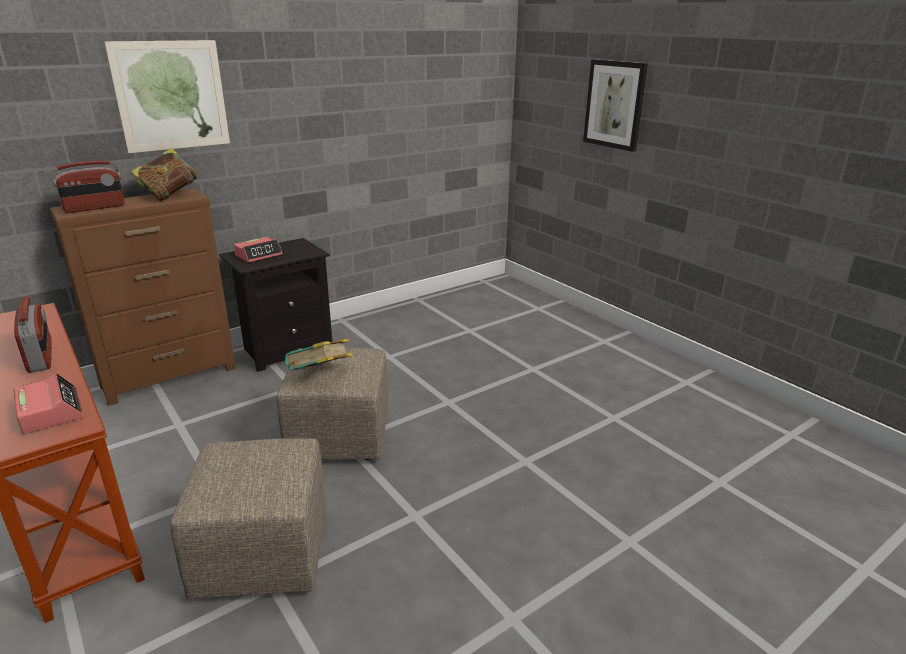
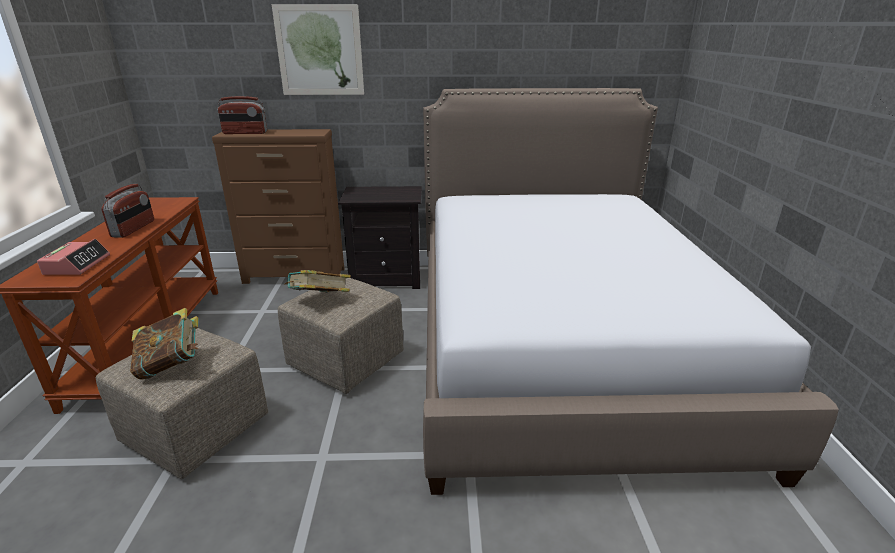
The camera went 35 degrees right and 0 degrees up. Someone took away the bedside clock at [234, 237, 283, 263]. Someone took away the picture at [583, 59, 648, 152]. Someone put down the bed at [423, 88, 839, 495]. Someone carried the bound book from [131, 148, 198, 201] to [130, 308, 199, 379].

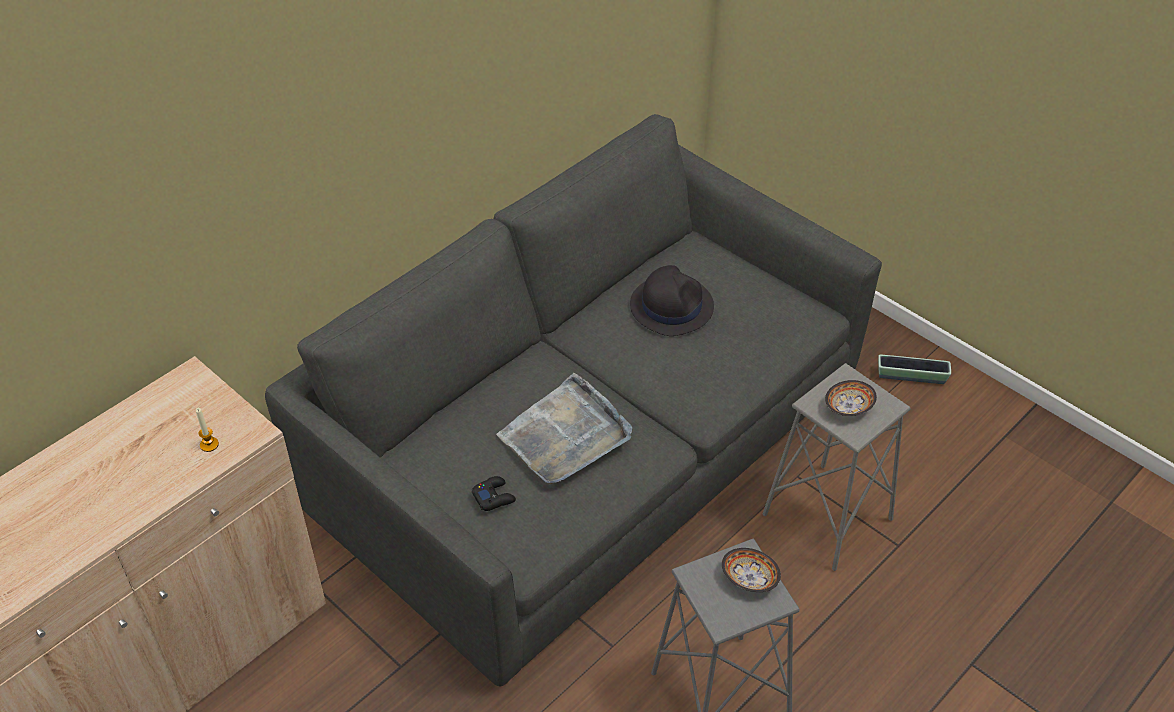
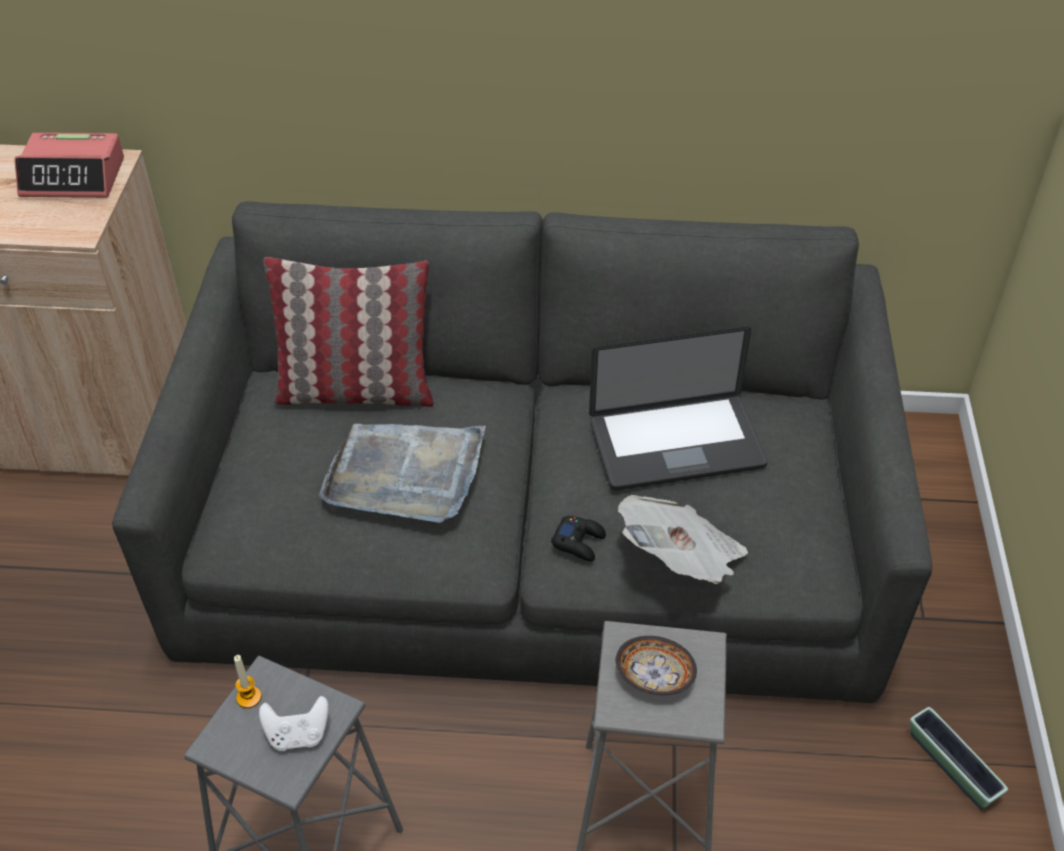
The camera went 50 degrees right and 0 degrees up. Someone put down the bedside clock at [14, 133, 124, 198]. Someone put down the throw pillow at [263, 257, 434, 407]. Someone put down the newspaper at [618, 495, 748, 584]. Someone carried the candle from [196, 408, 219, 452] to [234, 655, 262, 708]. Someone carried the gamepad in black-coloured from [472, 476, 516, 511] to [551, 516, 606, 561]. Someone swapped the wearable hat in black-coloured at [630, 265, 714, 336] for the notebook computer at [589, 327, 768, 490]. Someone swapped the deep dish at [722, 548, 781, 592] for the gamepad in whitish at [259, 696, 329, 751].

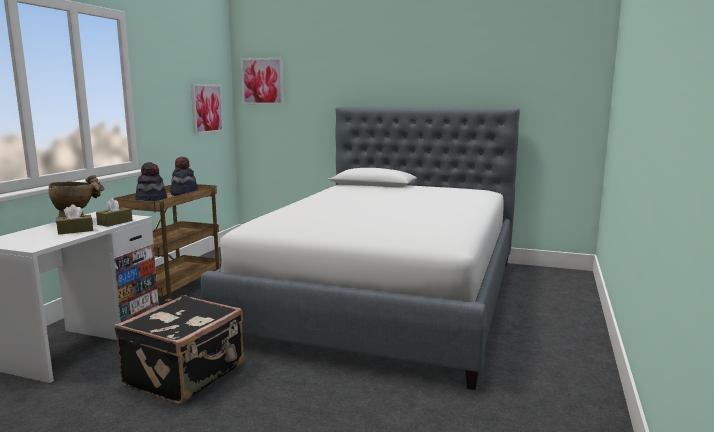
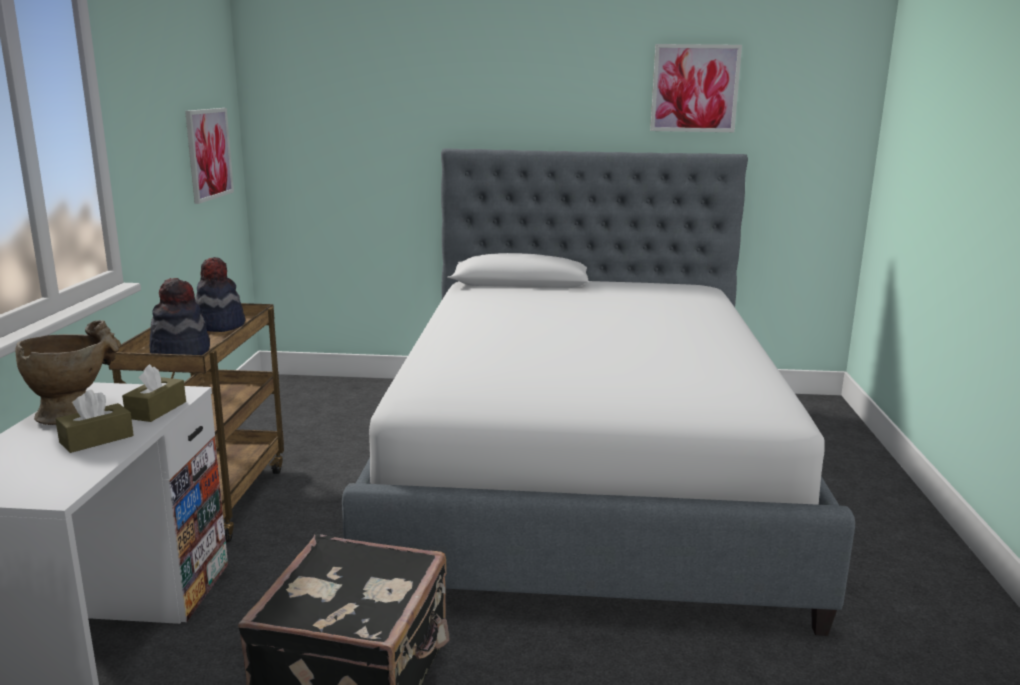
The camera went 15 degrees left and 5 degrees up. Someone carried the picture from [241, 58, 284, 105] to [650, 44, 742, 132].

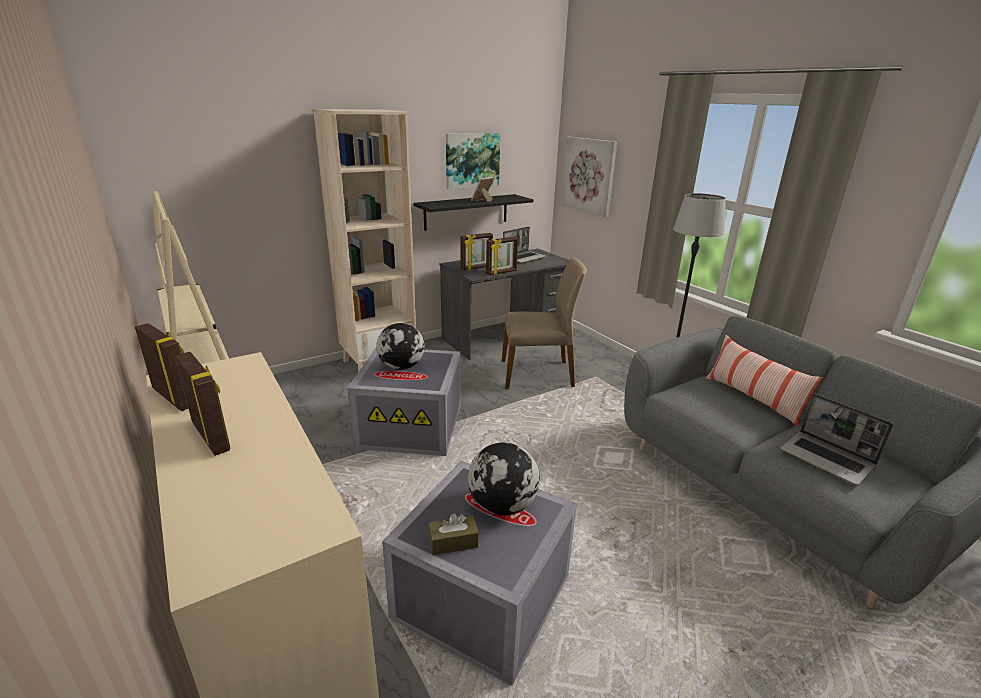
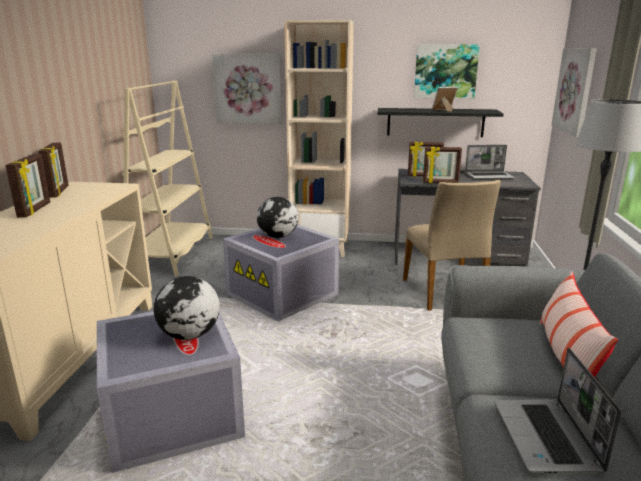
The camera went 40 degrees right and 5 degrees down. Someone took away the box of tissues in brownish at [428, 513, 479, 555]. Someone put up the picture at [212, 54, 282, 125]. Someone rotated the chair in sand-coloured at [502, 257, 587, 389] by 45 degrees clockwise.

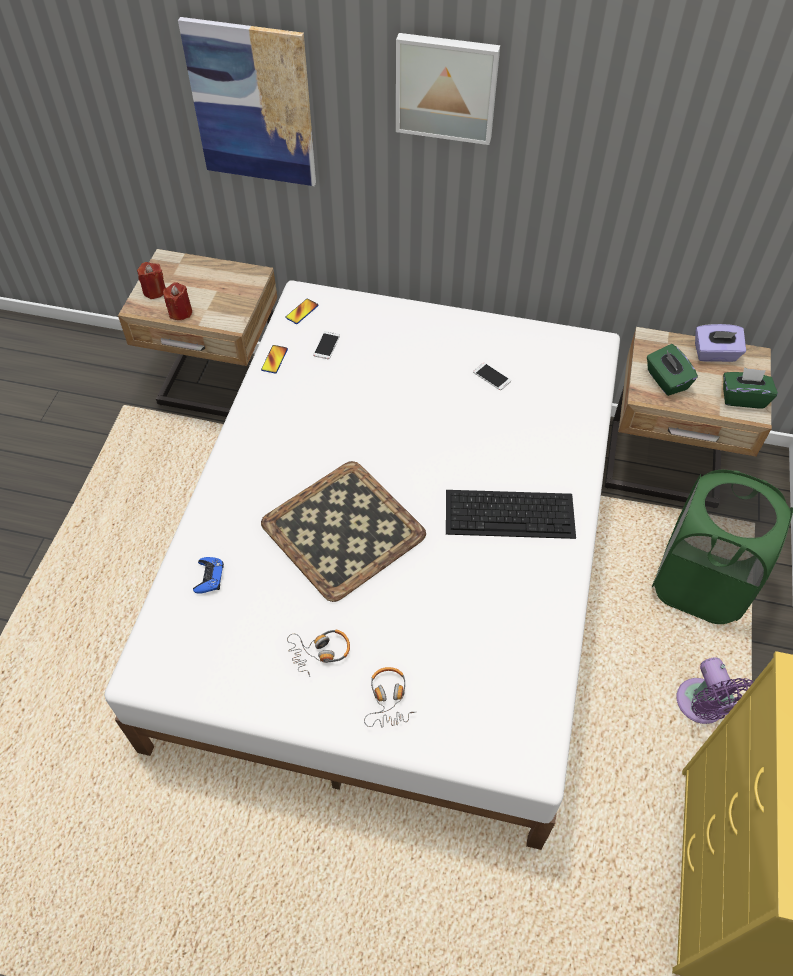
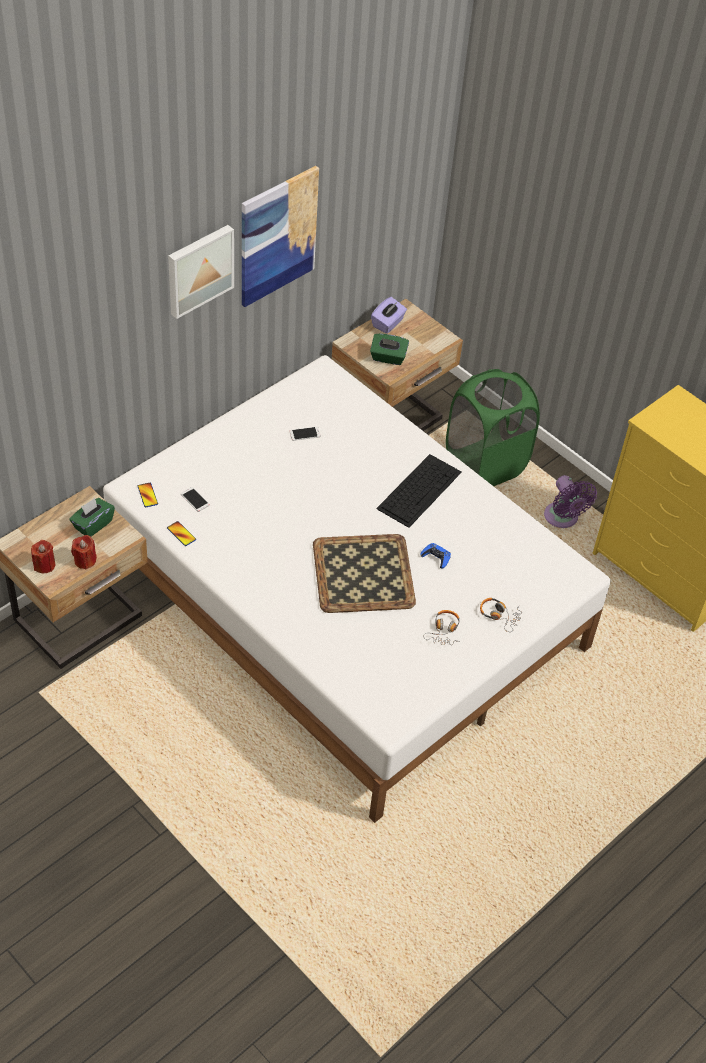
The camera went 60 degrees left and 5 degrees down. Someone carried the picture from [178, 17, 316, 186] to [242, 166, 319, 307]. Someone carried the gamepad in blue from [193, 557, 224, 594] to [420, 543, 451, 569]. Someone carried the box of tissues in green-coloured from [723, 367, 778, 408] to [69, 498, 115, 537]. Someone rotated the cooling fan in purple-coloured at [677, 657, 754, 724] by 45 degrees clockwise.

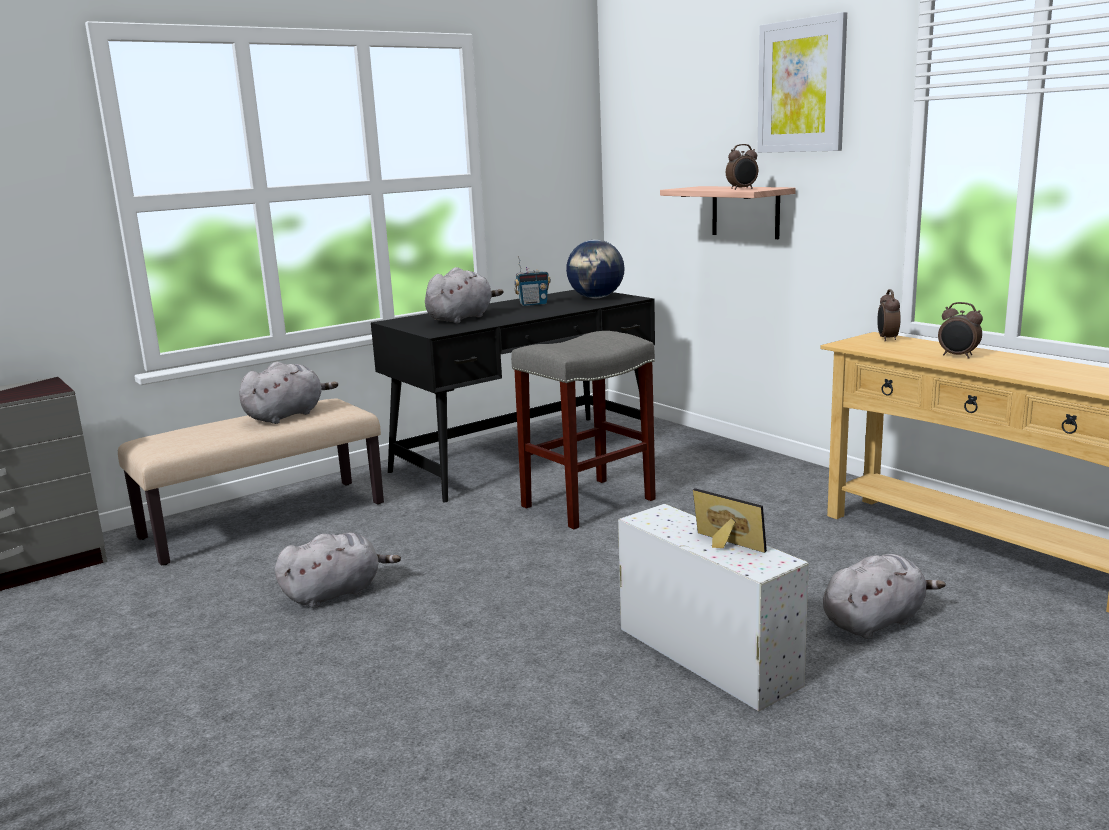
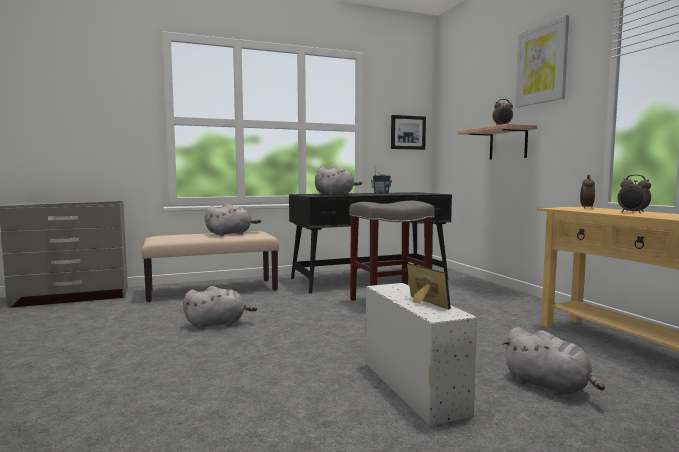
The camera went 15 degrees right and 10 degrees down. Someone took away the world globe at [566, 240, 625, 298]. Someone put up the picture at [391, 115, 426, 150]. Someone rotated the cuddly toy in greyish at [823, 554, 946, 639] by 60 degrees clockwise.

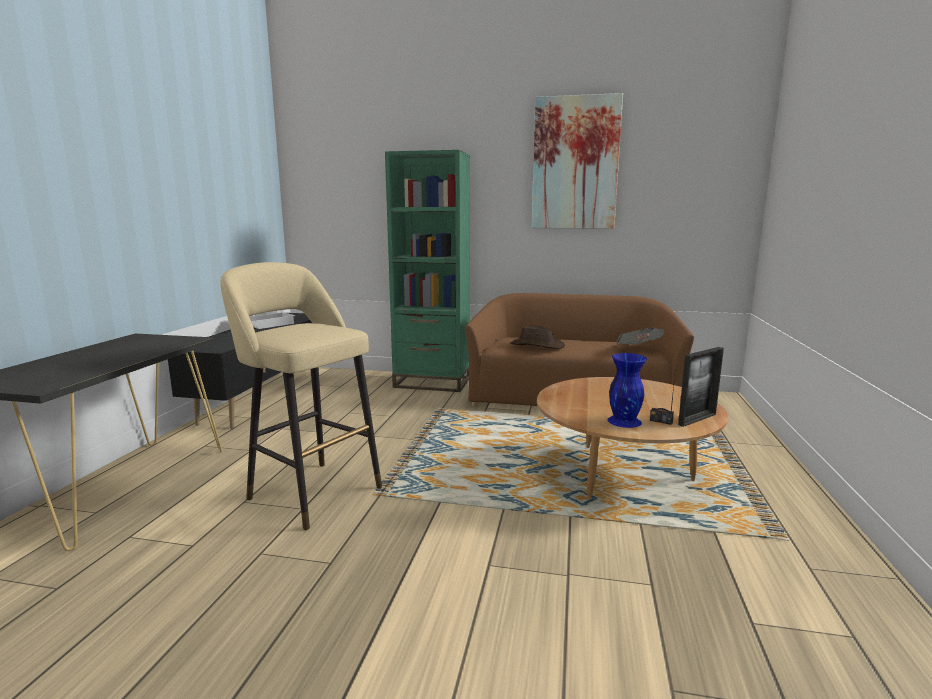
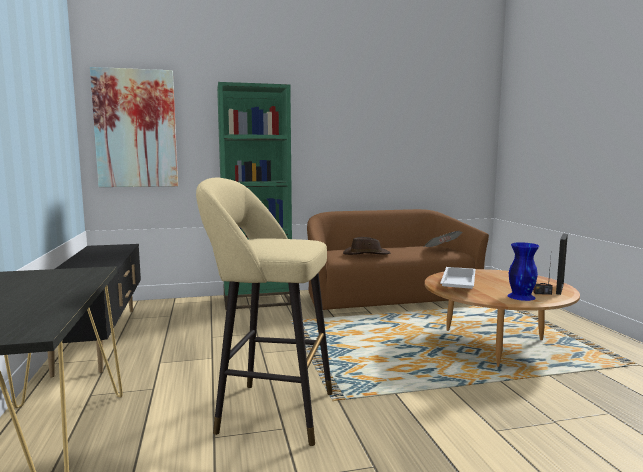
The camera went 25 degrees left and 5 degrees down. Someone carried the tray in whitish from [223, 312, 295, 329] to [440, 267, 476, 289]. Someone carried the picture from [532, 93, 623, 229] to [90, 67, 178, 187].

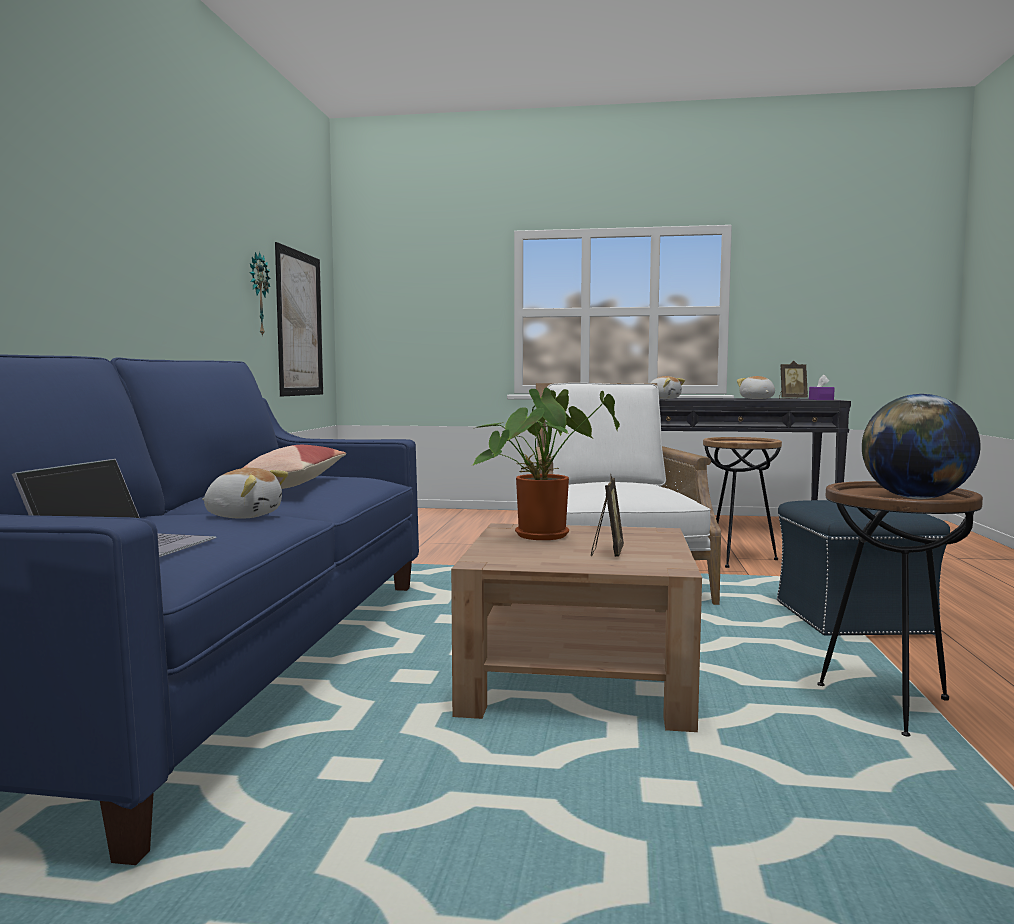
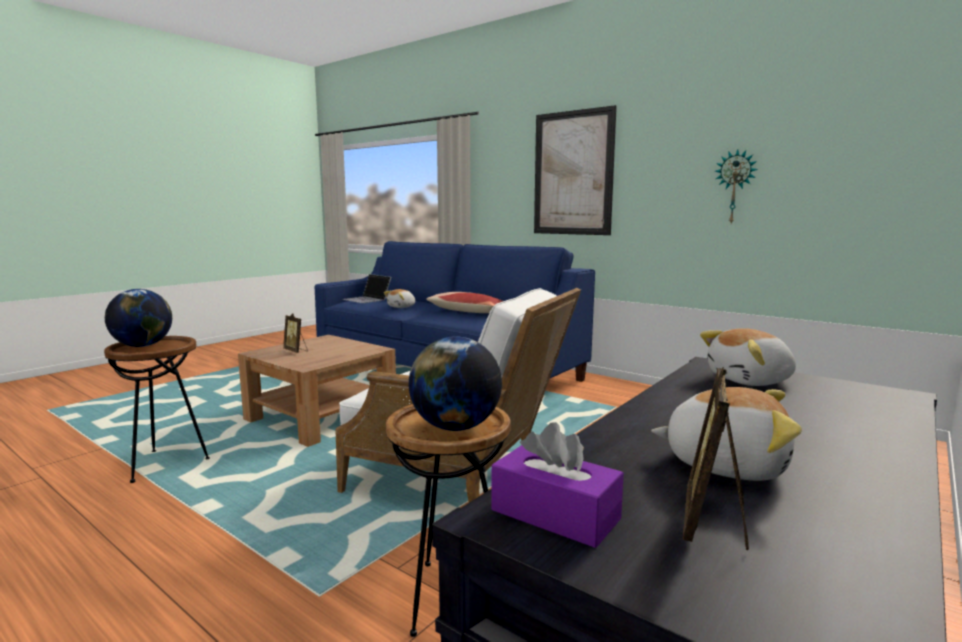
The camera went 120 degrees right and 5 degrees up. Someone took away the potted plant at [471, 387, 620, 540]. Someone took away the ottoman in blue at [777, 500, 950, 636]. Someone put down the world globe at [409, 336, 502, 431]. Someone carried the picture from [275, 242, 323, 397] to [534, 105, 617, 235].

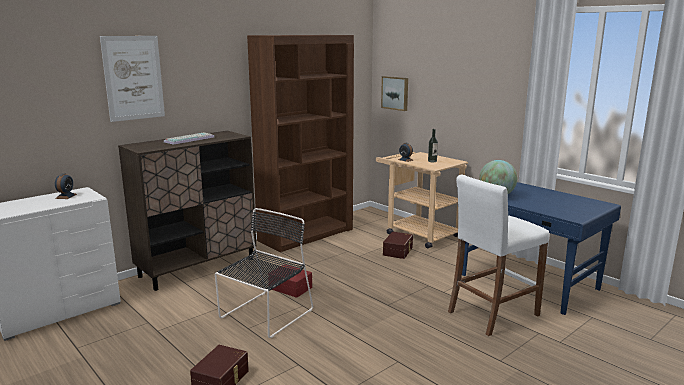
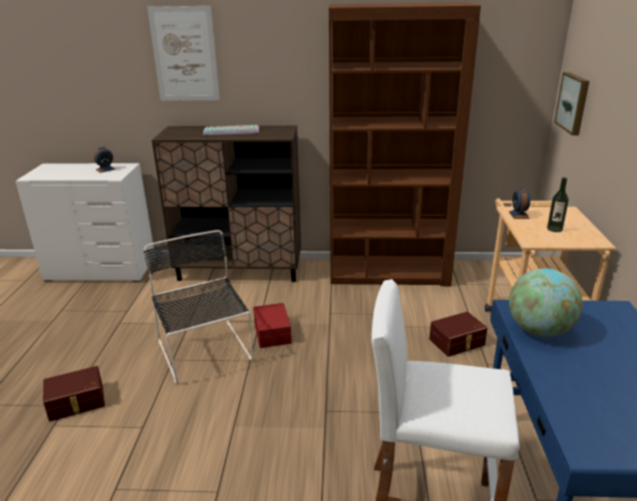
The camera went 45 degrees right and 10 degrees up. Someone rotated the chair in black-coloured at [215, 208, 313, 338] by 105 degrees counterclockwise.

